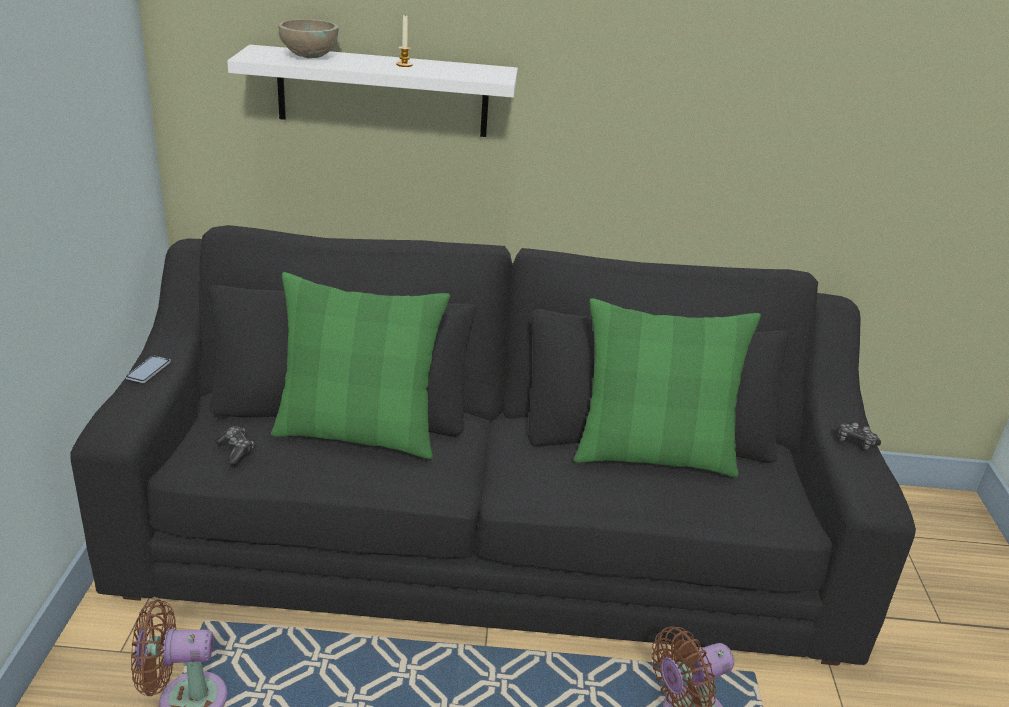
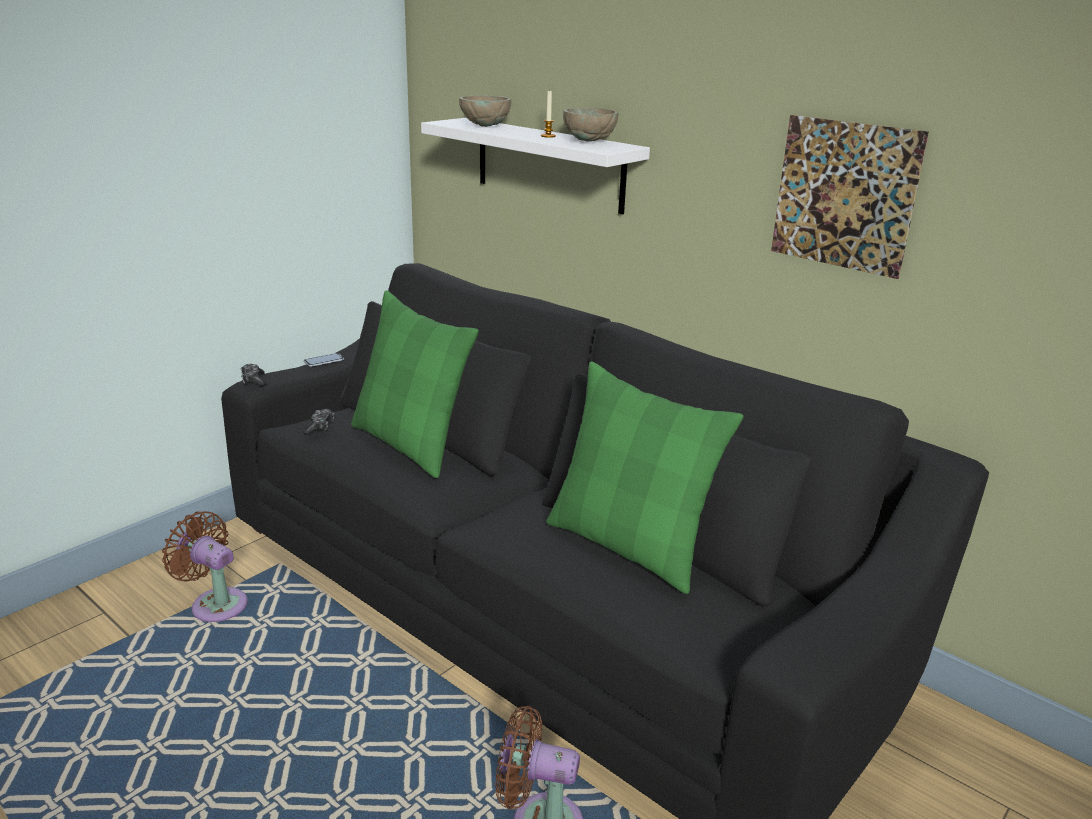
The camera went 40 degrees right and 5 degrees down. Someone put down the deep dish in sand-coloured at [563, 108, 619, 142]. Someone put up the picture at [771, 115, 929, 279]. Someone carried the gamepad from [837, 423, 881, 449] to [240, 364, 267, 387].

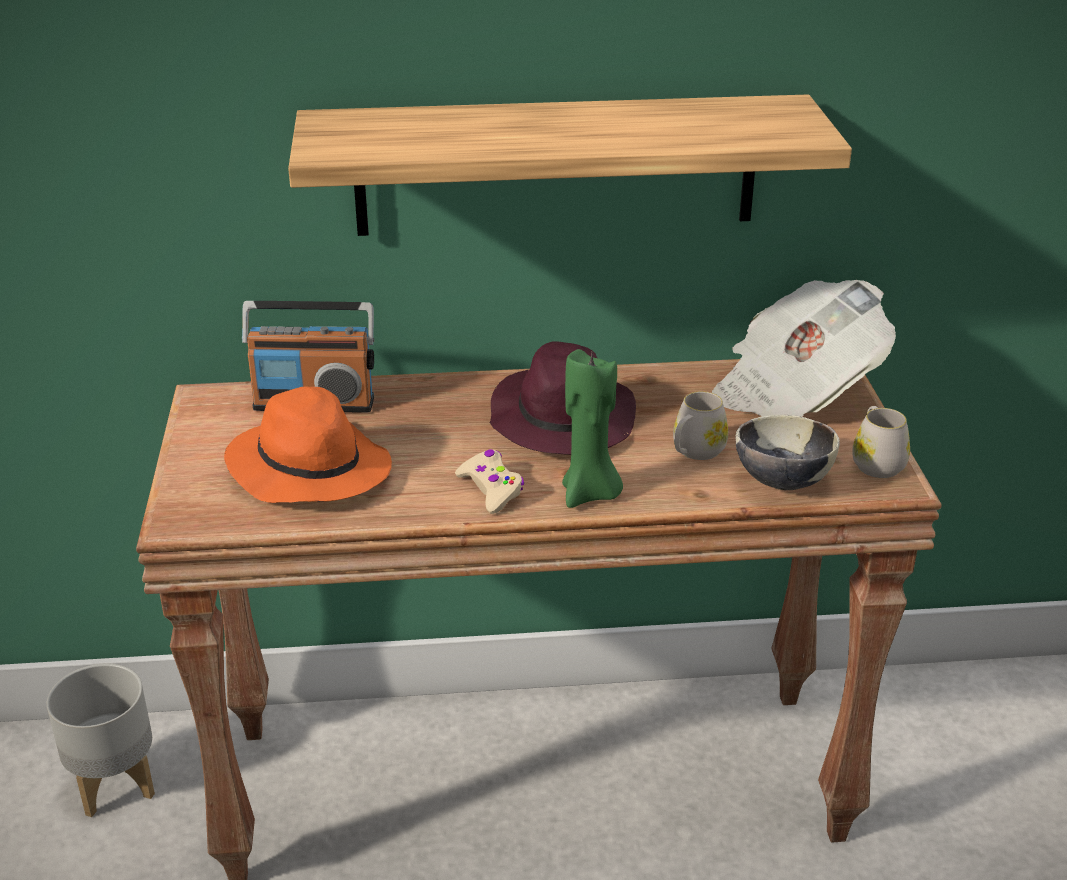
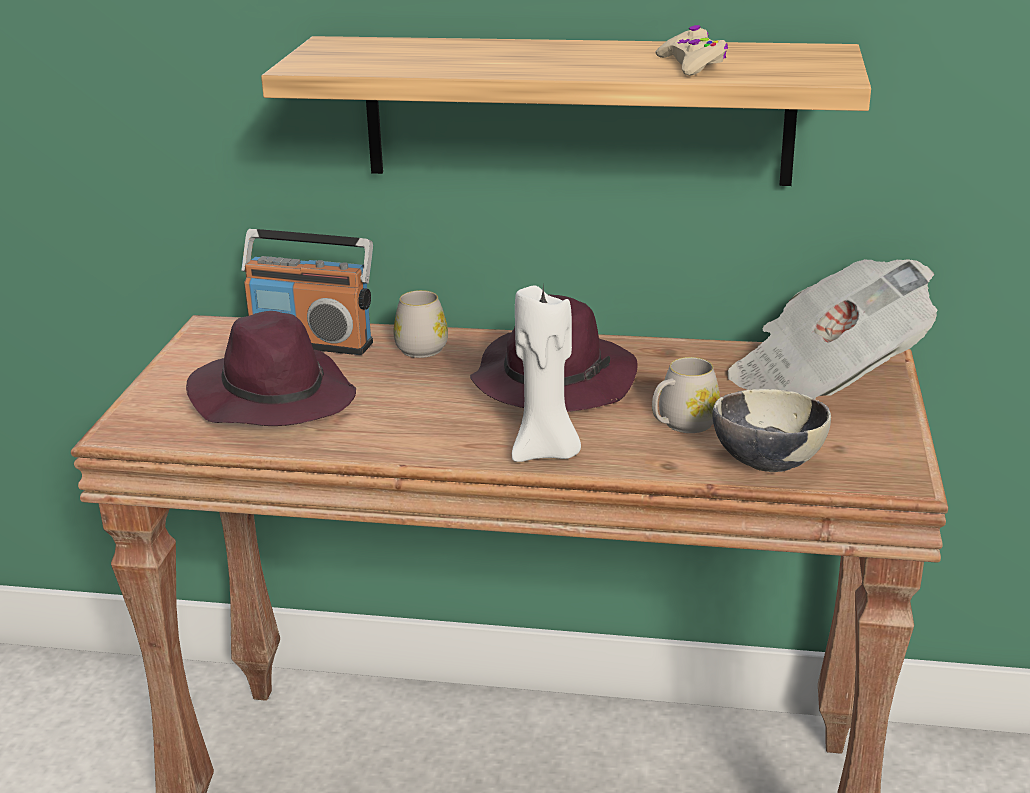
The camera went 15 degrees right and 5 degrees down. Someone took away the planter in greyish at [47, 663, 155, 817]. Someone carried the gamepad in sand-coloured from [455, 450, 524, 514] to [655, 25, 728, 76]. Someone carried the mug in whitish from [852, 406, 910, 478] to [394, 290, 448, 358]. Someone repainted the wearable hat in orangey at [224, 387, 392, 503], which became the wearable hat in purple-coloured at [186, 311, 356, 426]. Someone repainted the candle in green-coloured at [562, 349, 623, 508], which became the candle in whitish at [512, 285, 581, 462].

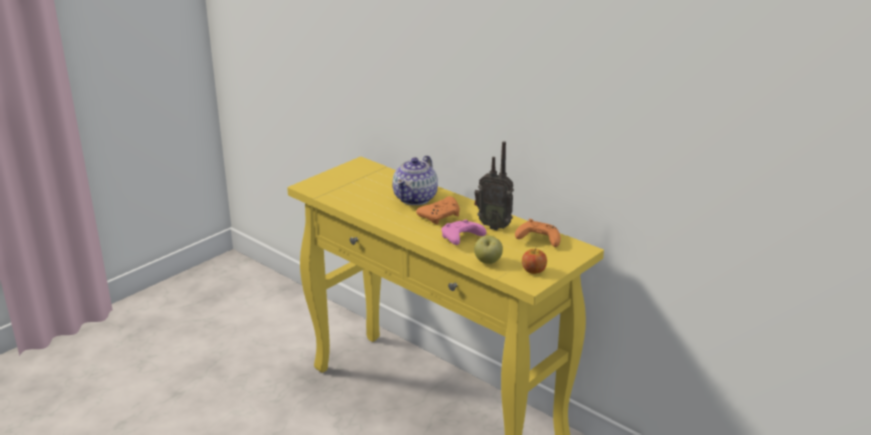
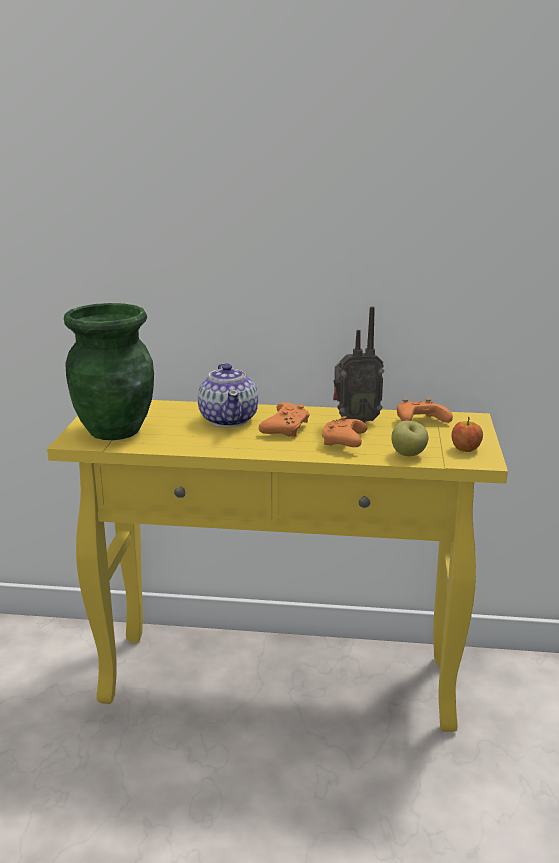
The camera went 35 degrees left and 5 degrees down. Someone put down the vase in green-coloured at [64, 303, 154, 440]. Someone repainted the gamepad in pink at [441, 220, 486, 245], which became the gamepad in orangey at [322, 416, 367, 447].

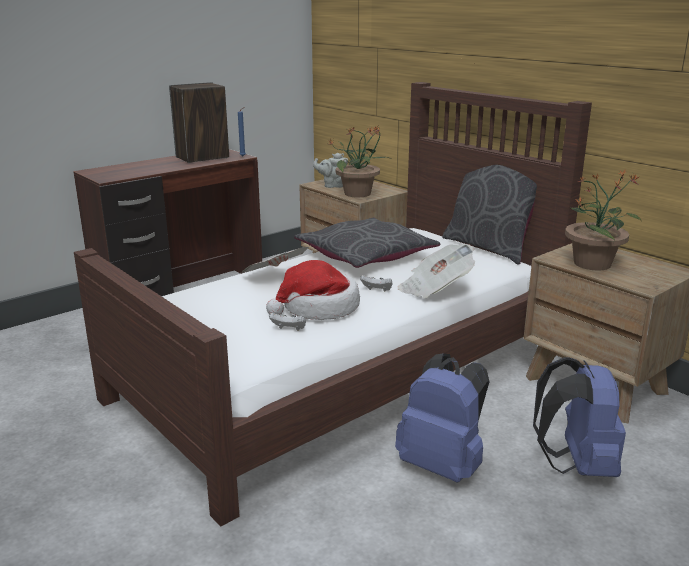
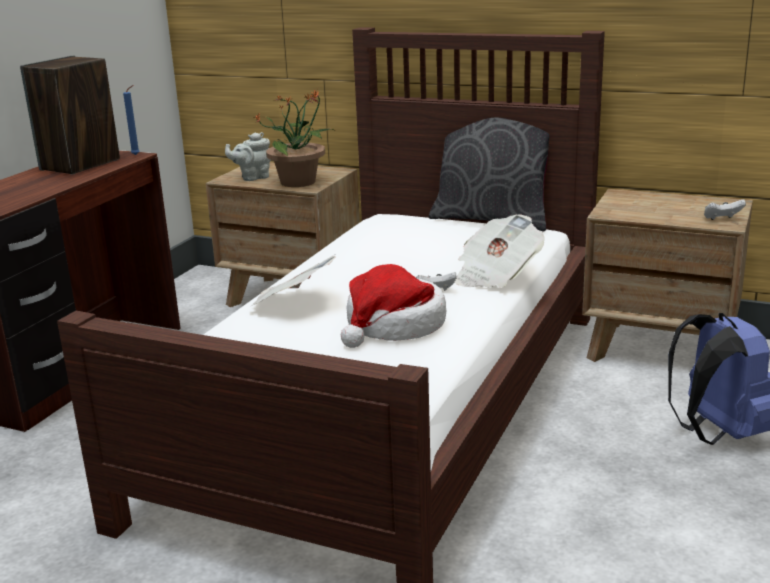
The camera went 25 degrees left and 0 degrees up. Someone took away the throw pillow in greyish at [294, 218, 440, 268]. Someone took away the knapsack in blue at [395, 353, 490, 482]. Someone took away the potted plant at [565, 170, 642, 271]. Someone carried the gamepad in whitish from [269, 313, 306, 331] to [704, 199, 746, 220].

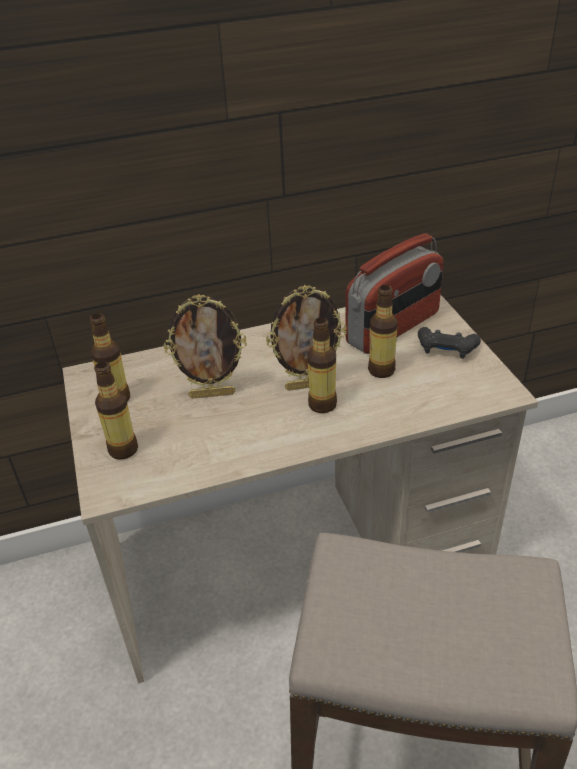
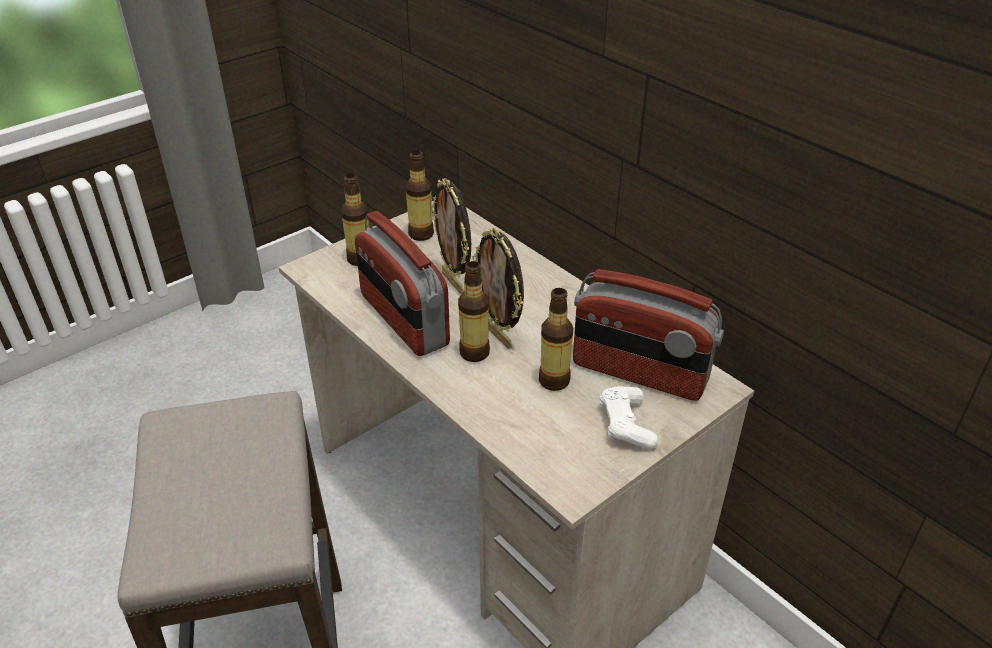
The camera went 65 degrees right and 0 degrees up. Someone put down the radio receiver at [355, 211, 450, 356]. Someone repainted the gamepad in black-coloured at [418, 327, 481, 359], which became the gamepad in whitish at [600, 386, 658, 449].

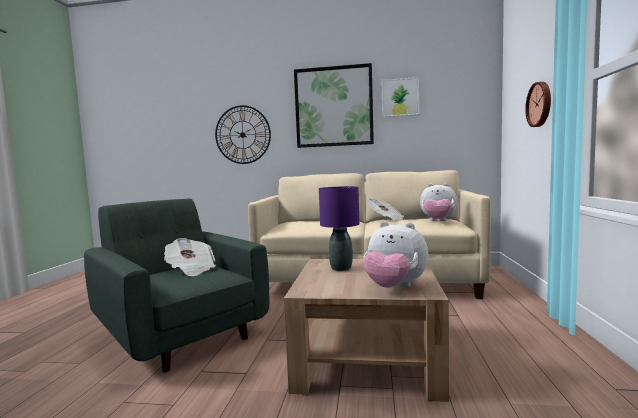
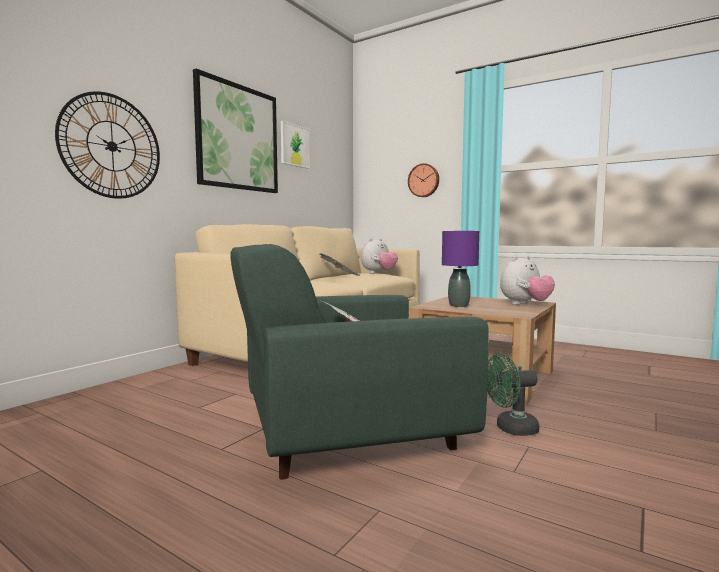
The camera went 65 degrees left and 0 degrees up. Someone put down the cooling fan in green-coloured at [487, 354, 539, 436].

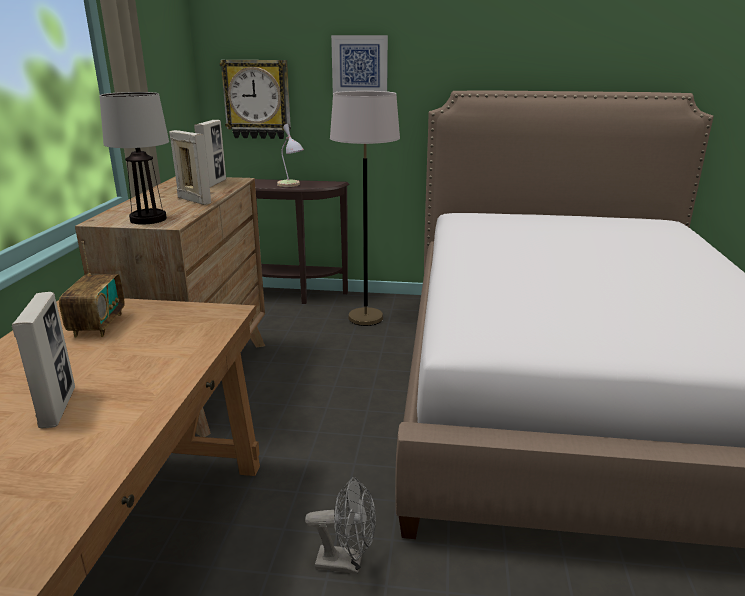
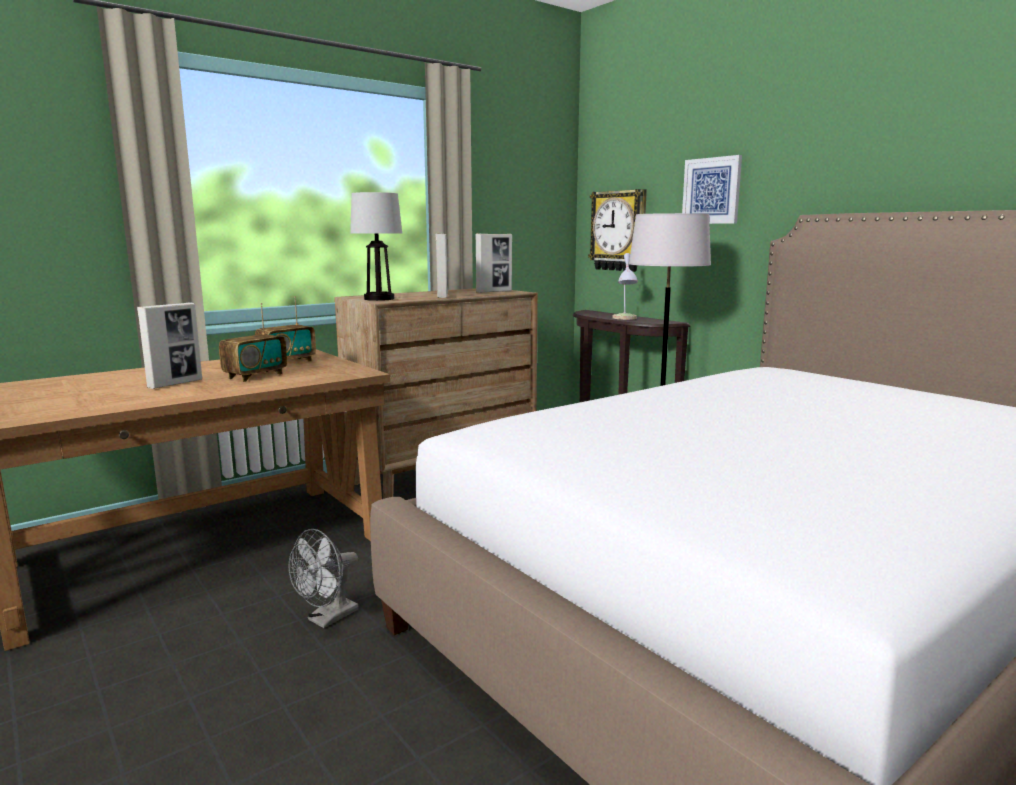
The camera went 45 degrees right and 10 degrees down. Someone put down the radio receiver at [219, 303, 287, 382]. Someone rotated the cooling fan in greyish at [305, 477, 376, 574] by 75 degrees clockwise.

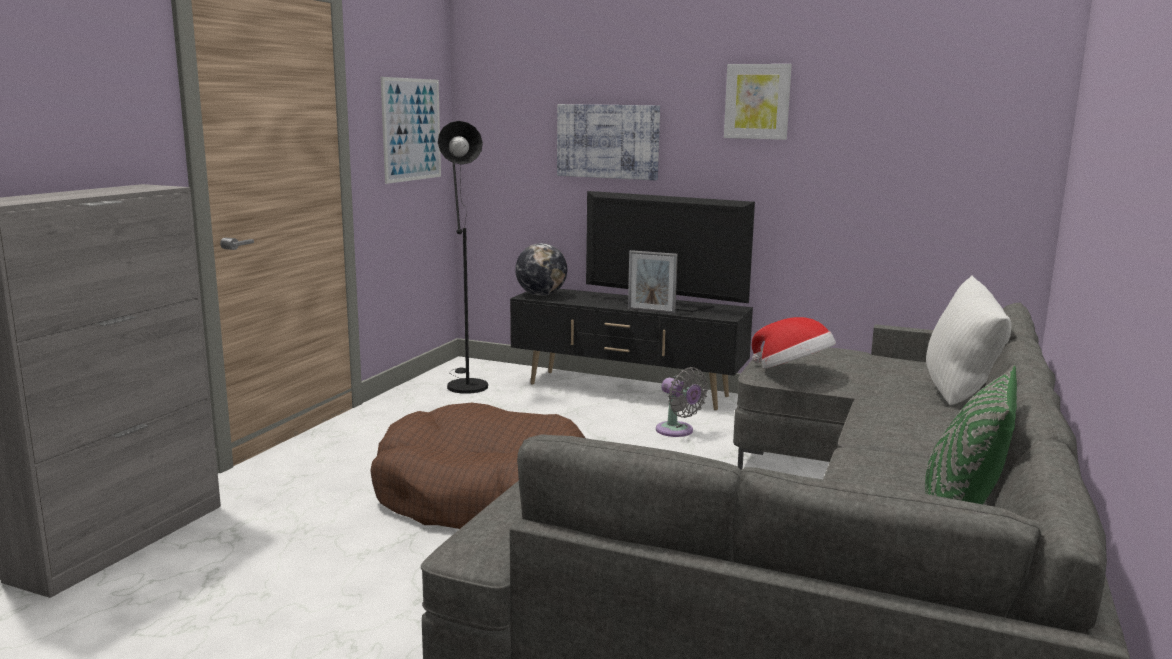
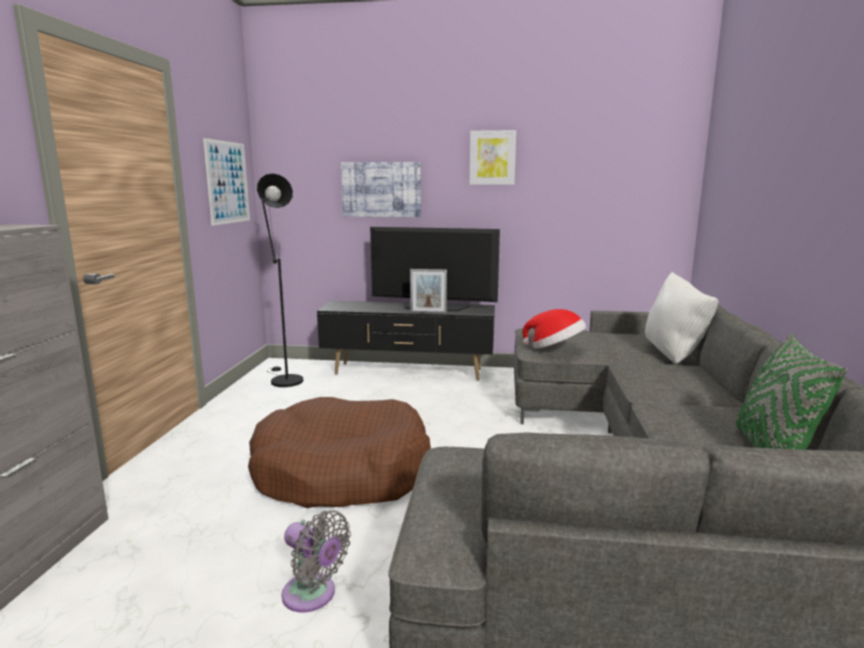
The camera went 15 degrees left and 0 degrees up. Someone took away the world globe at [515, 243, 567, 296]. Someone carried the cooling fan in greyish from [656, 367, 708, 437] to [281, 511, 351, 612].

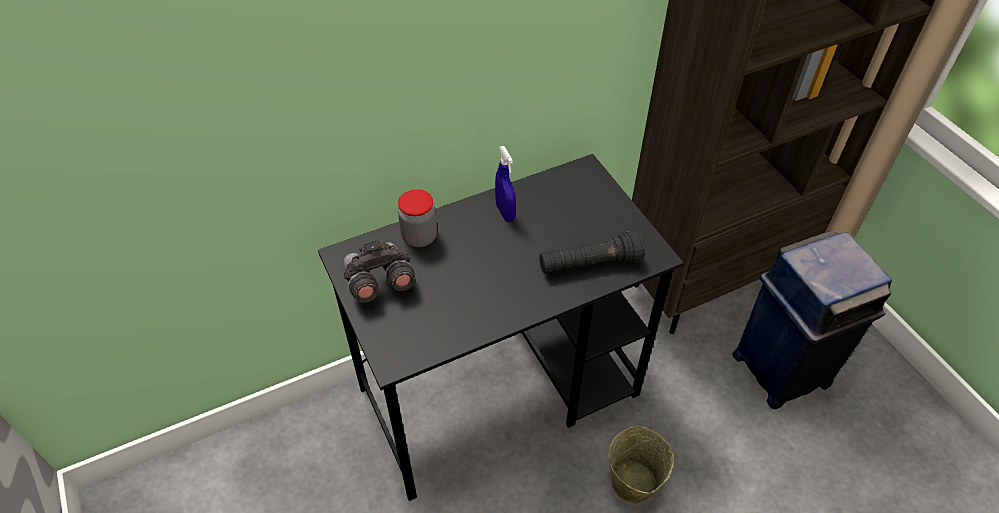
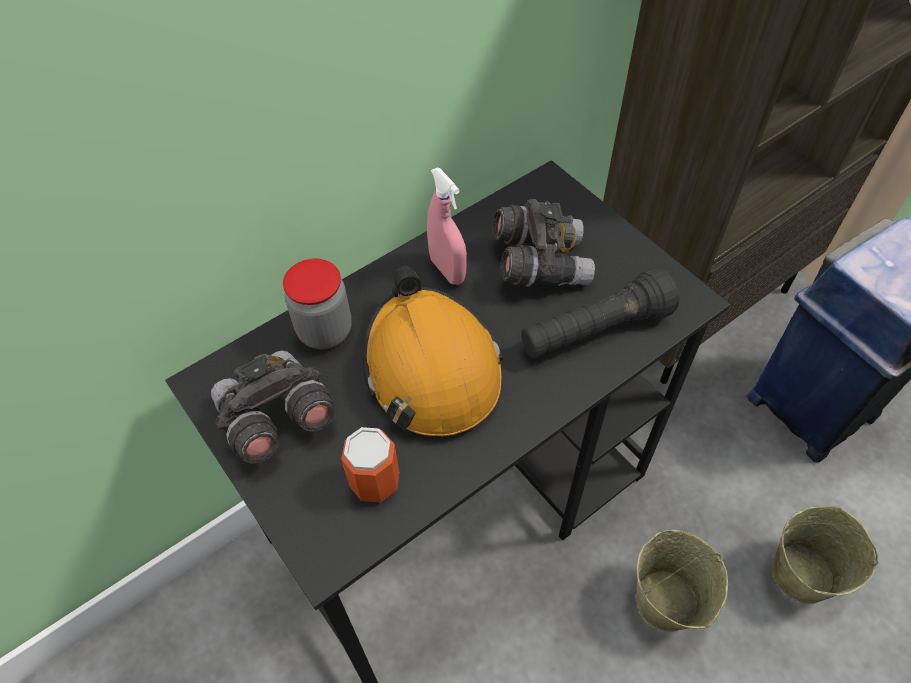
The camera went 10 degrees left and 5 degrees up. Someone put down the metal can at [341, 427, 399, 502]. Someone put down the hard hat in orangey at [363, 267, 503, 437]. Someone put down the pair of binoculars in greyish at [492, 199, 595, 287]. Someone put down the pail in sand-coloured at [772, 506, 878, 604]. Someone repainted the hand sprayer in blue at [495, 146, 516, 222], which became the hand sprayer in pink at [427, 167, 467, 285].

